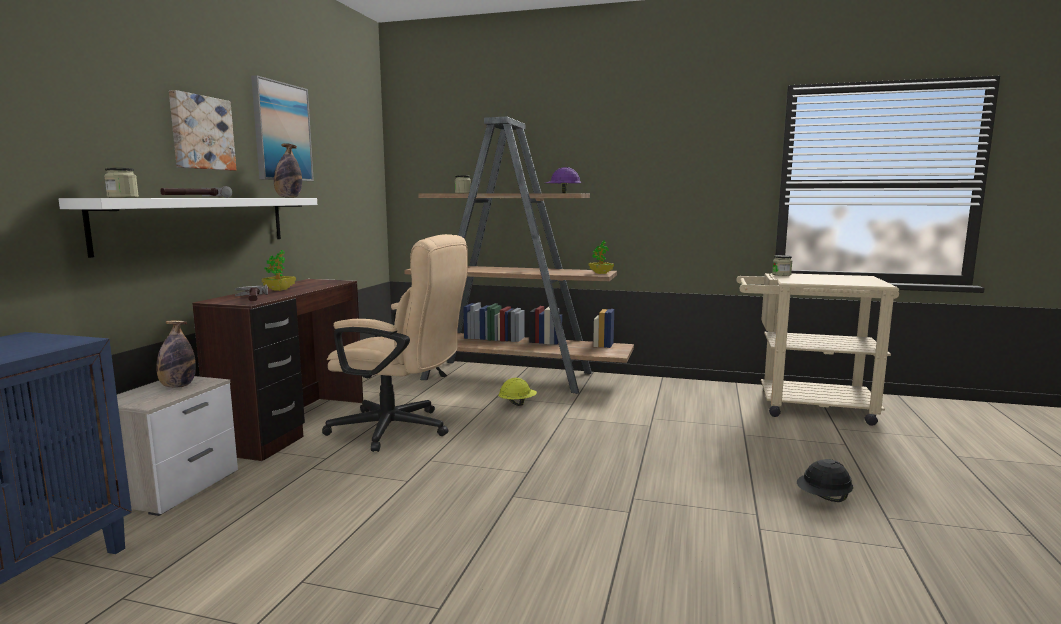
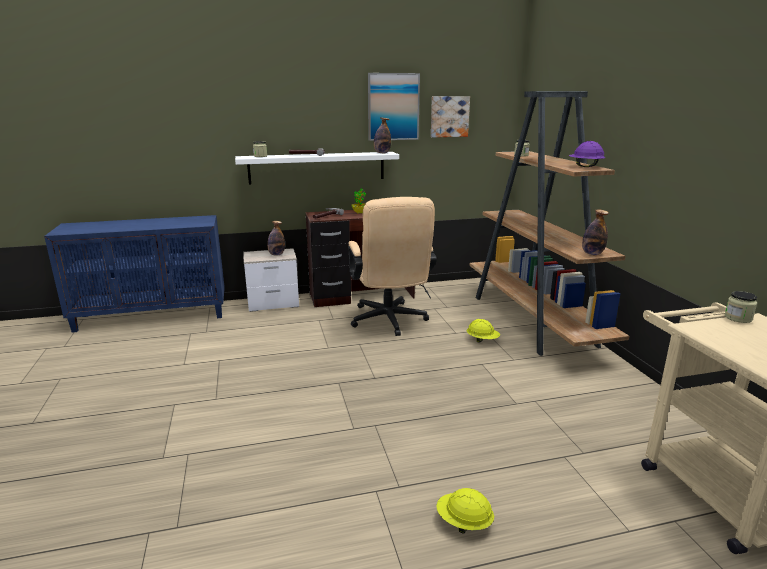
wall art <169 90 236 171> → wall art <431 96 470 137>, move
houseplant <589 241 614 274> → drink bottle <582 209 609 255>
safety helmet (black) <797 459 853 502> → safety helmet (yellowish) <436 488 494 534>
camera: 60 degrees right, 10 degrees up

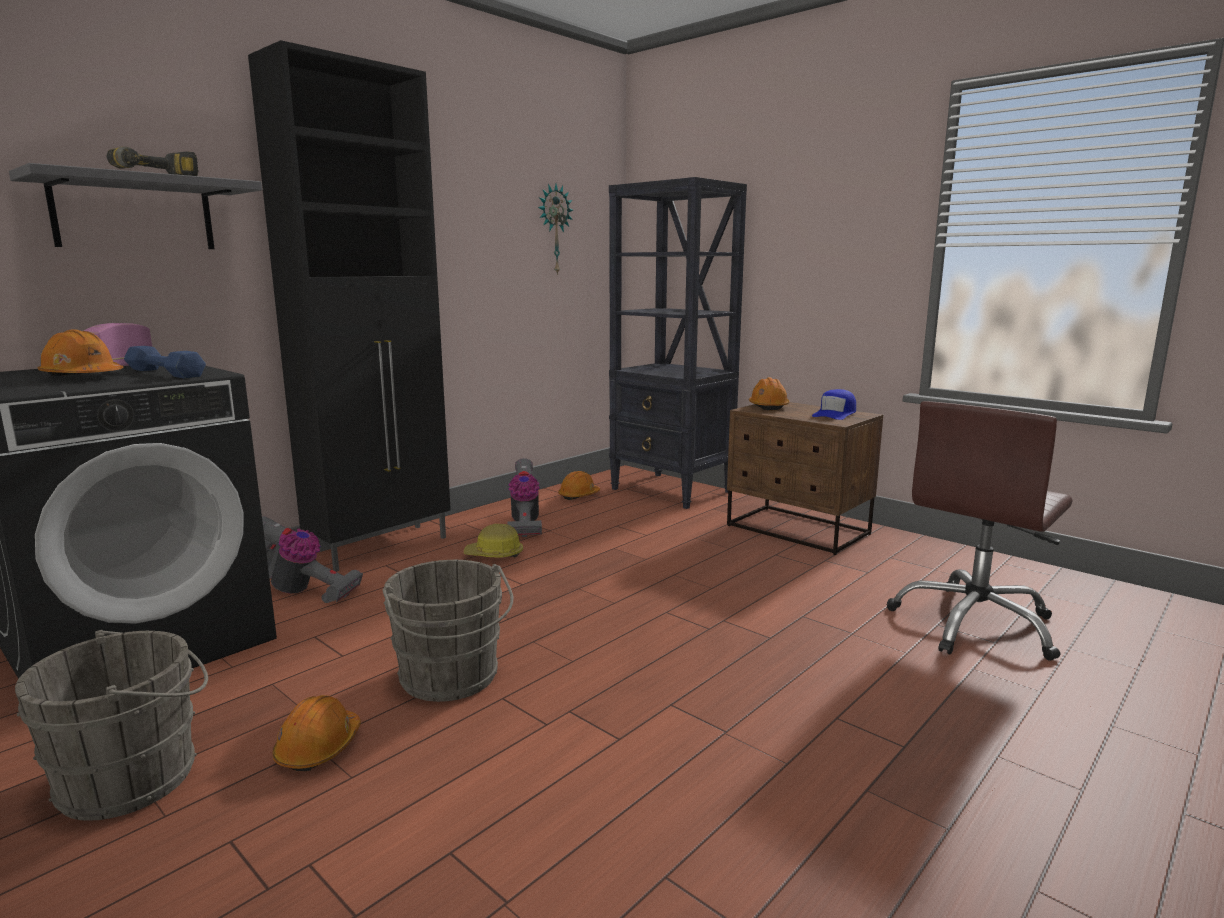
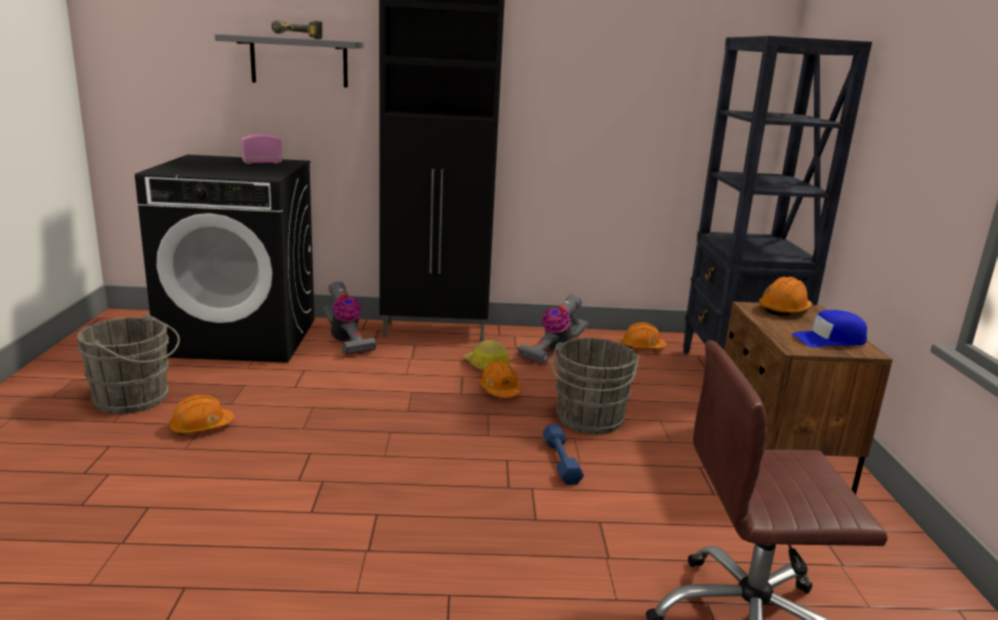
safety helmet (orange-coloured) <38 329 124 376> → safety helmet (orange-coloured) <480 360 521 398>, move
dumbbell (blue-coloured) <124 346 206 379> → dumbbell (blue-coloured) <542 424 584 485>, move
bucket (gray) <382 560 513 702> → bucket (gray) <551 338 639 434>, move
wall clock <538 184 573 275> → -
camera: 45 degrees right, 5 degrees up

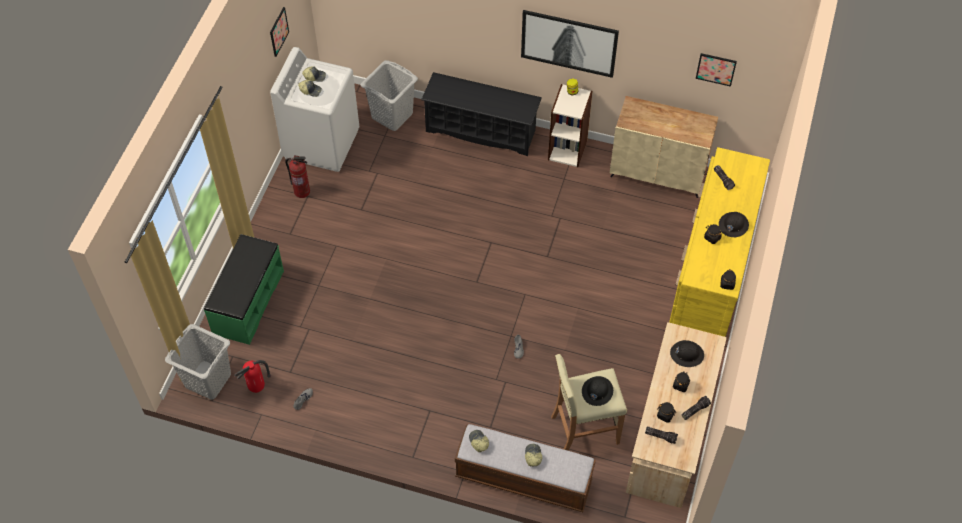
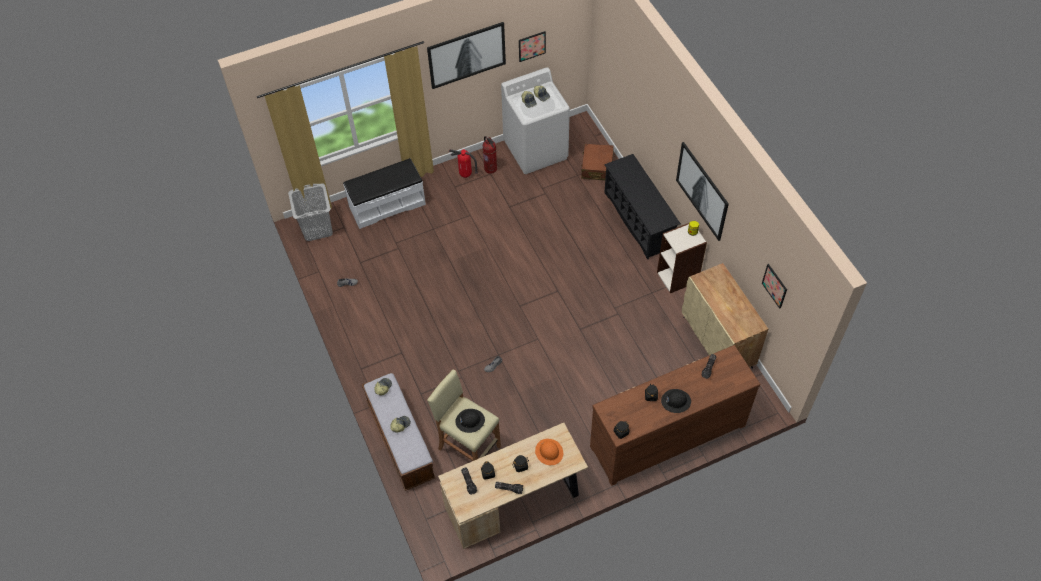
indoor bench (green) <204 234 284 345> → indoor bench (white-coloured) <343 158 426 229>
fire-fighting cylinder <234 360 271 393> → fire-fighting cylinder <449 149 478 178>, move
washing basket (gray) <361 60 418 131> → piece of luggage (brown-coloured) <581 144 614 180>
drawer chest (yellowish) <669 147 770 337> → drawer chest (brown-coloured) <590 345 760 486>
safety helmet (black) <670 340 704 367> → safety helmet (orange-coloured) <535 439 563 465>
- → wall art <427 22 506 89>
camera: 50 degrees right, 0 degrees up

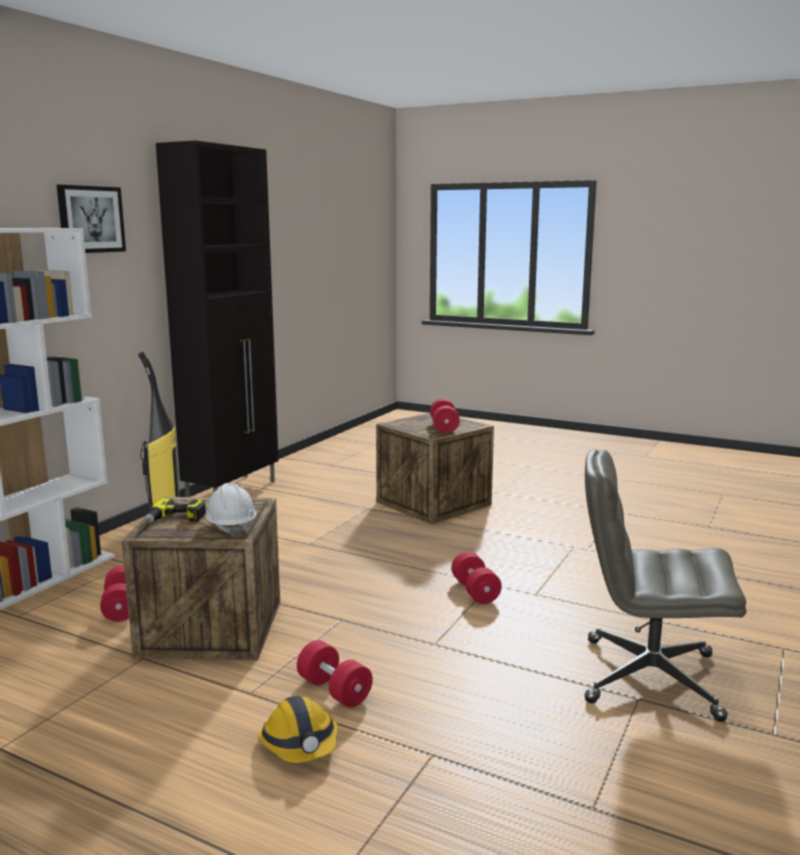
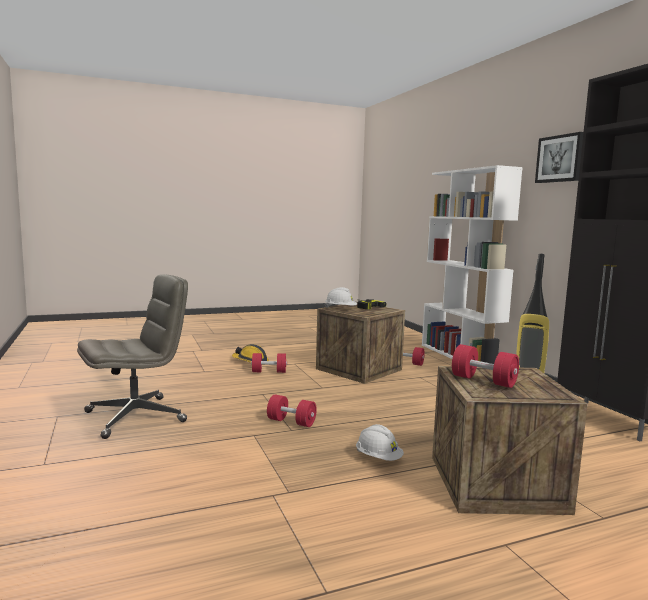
- → safety helmet (white-coloured) <356 424 404 461>
camera: 130 degrees right, 5 degrees down

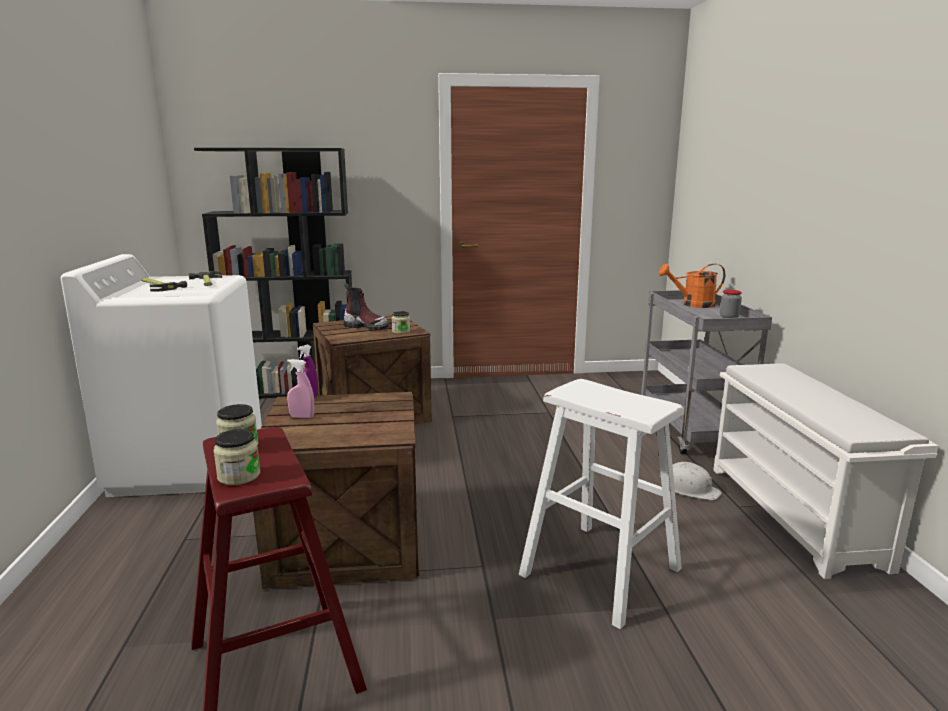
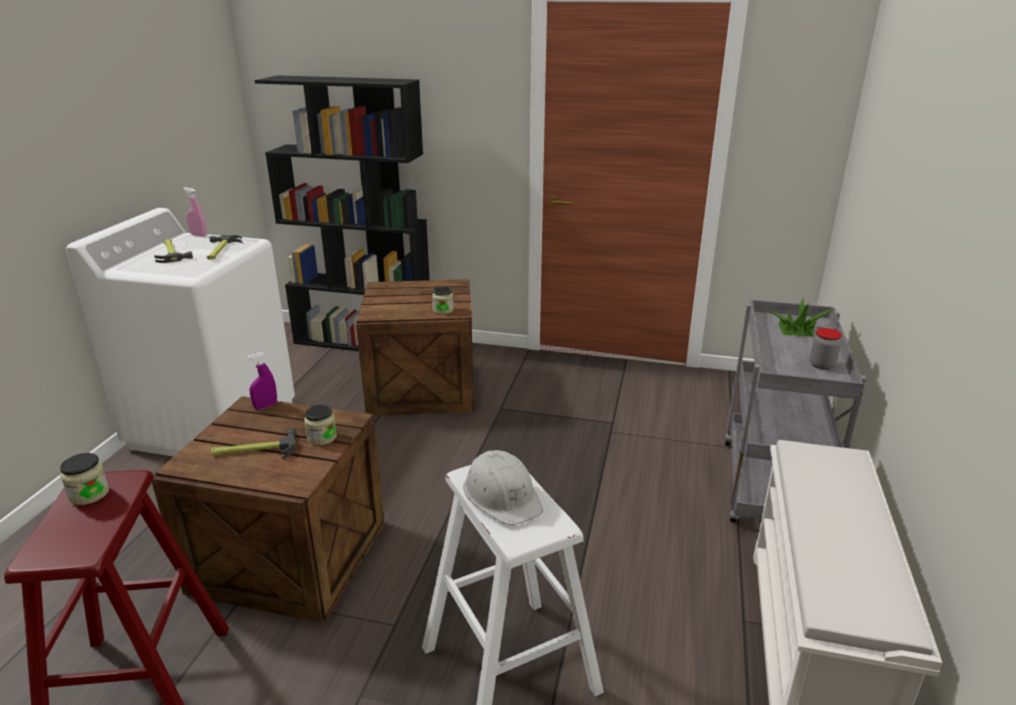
storage jar <213 429 260 485> → storage jar <304 405 337 445>, move
hand sprayer (pink) <287 359 314 418> → hand sprayer (pink) <183 187 206 237>, move
high-top boot <344 284 388 330> → -
sprinkling can (orange-coloured) <659 264 725 308> → houseplant <769 298 836 337>
safety helmet (white-coloured) <659 462 722 500> → safety helmet (white-coloured) <464 450 543 525>, move
- → hand hammer <211 428 296 459>
camera: 20 degrees right, 10 degrees up

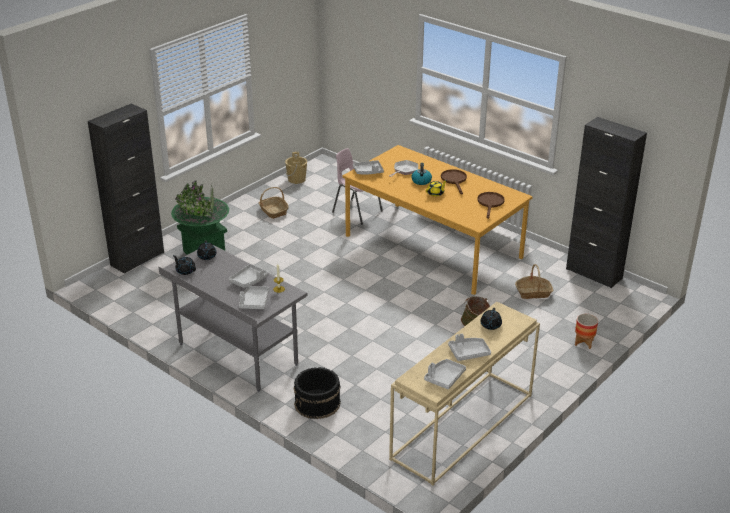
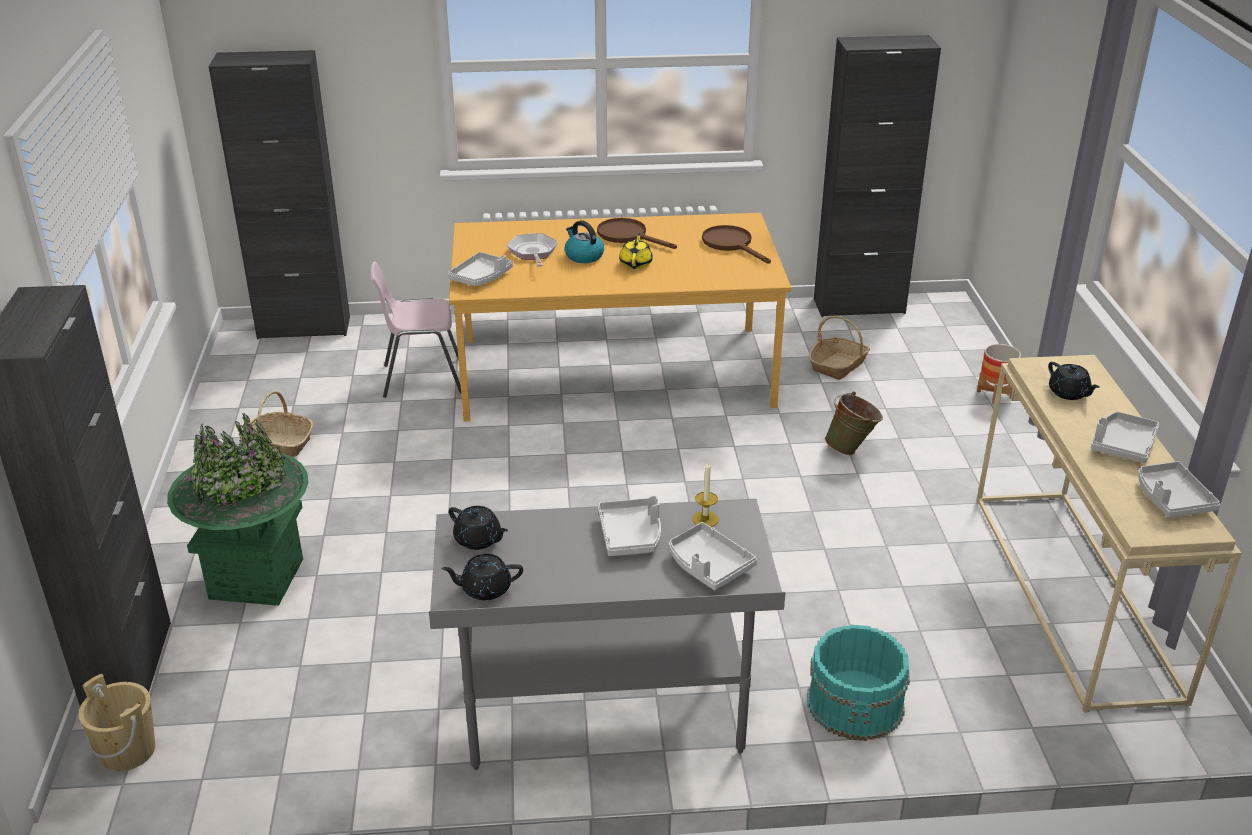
bucket (beige) <285 152 307 184> → bucket (beige) <78 674 155 771>, move
bucket (black) <294 367 341 419> → bucket (turquoise) <807 625 910 741>
- → cabinet (black) <209 50 350 339>
camera: 45 degrees left, 0 degrees up

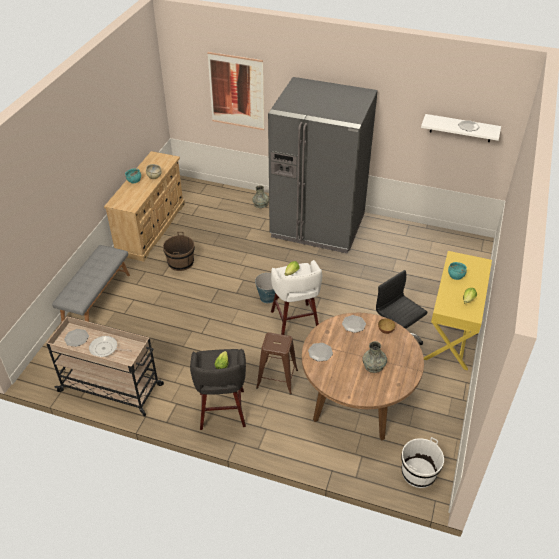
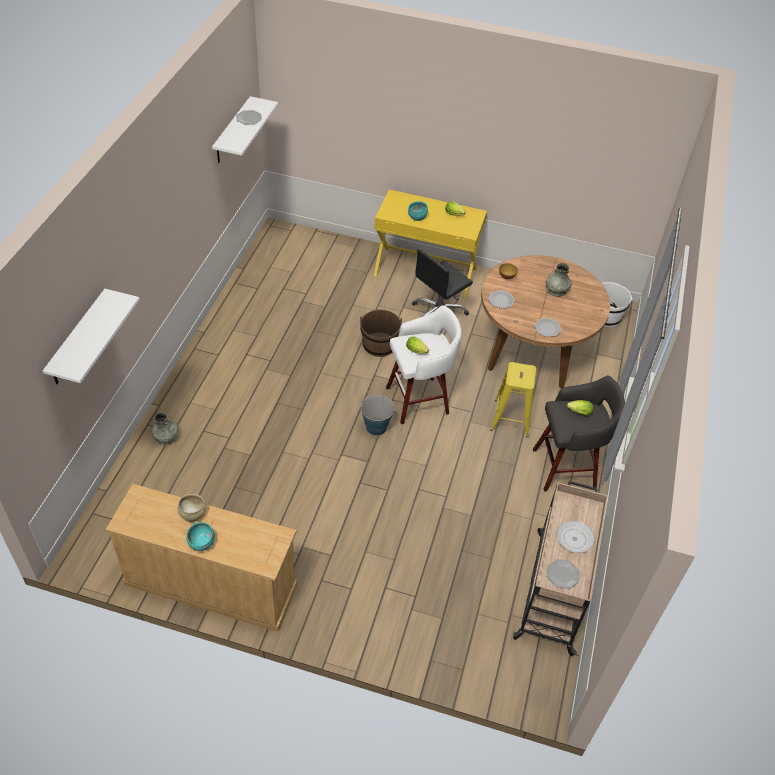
indoor bench (gray) <52 245 130 322> → -
bucket (brown-coloured) <163 232 195 271> → bucket (brown-coloured) <360 309 402 357>, move
wall art <207 52 264 130> → wall shelf (white-coloured) <43 289 140 384>
stool (brown-coloured) <256 332 298 395> → stool (yellowish) <490 362 537 437>
kitchen fridge (gray) <268 77 378 254> → -
camera: 95 degrees left, 5 degrees up

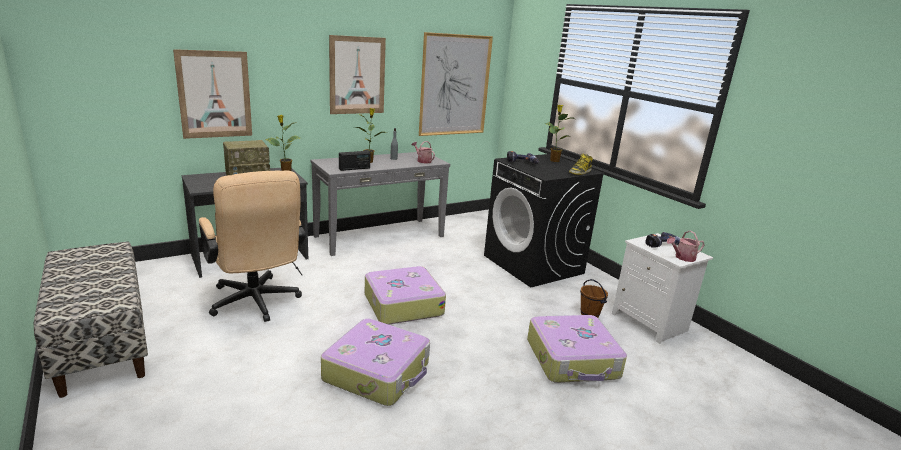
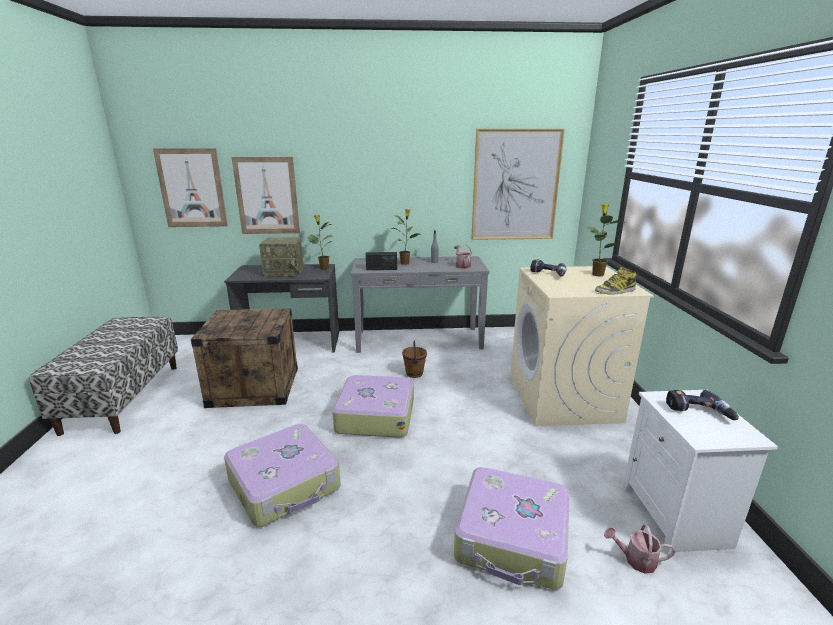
computer chair (beige) <199 170 306 322> → crate <191 308 298 408>
wall art <329 35 386 114> → wall art <153 148 228 227>, move
washing machine (black) <484 154 605 288> → washing machine (beige) <510 266 654 426>
bucket (brown-coloured) <580 279 608 318> → bucket (brown-coloured) <402 341 427 378>, move
sprinkling can <666 230 705 262> → sprinkling can <604 524 676 574>, move
camera: 30 degrees right, 0 degrees up

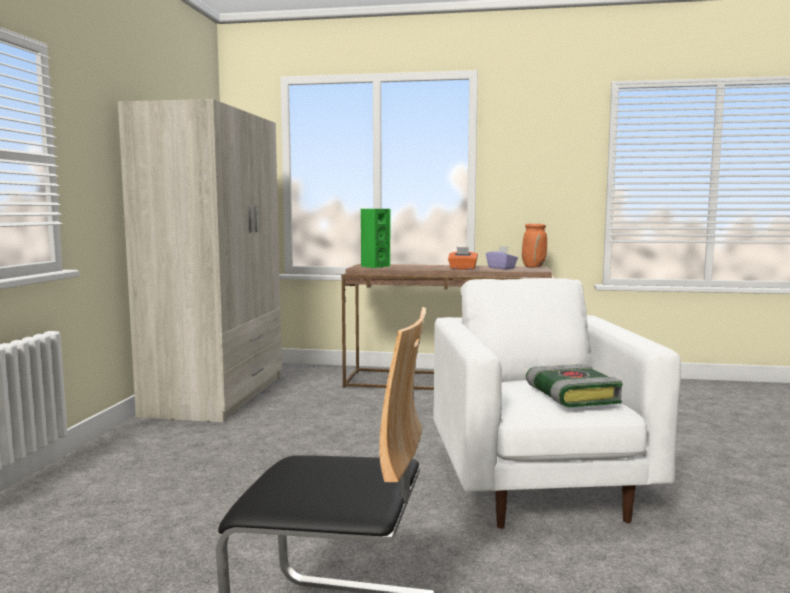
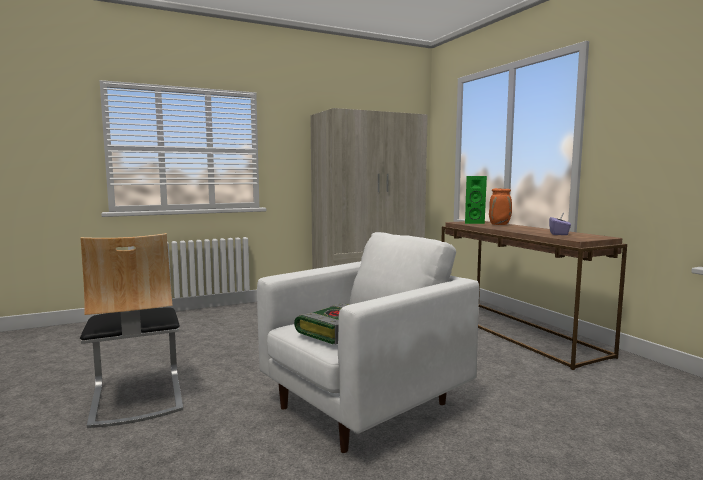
tissue holder (orange-coloured) <448 247 478 270> → -
decorative vase (orange-coloured) <522 224 547 268> → decorative vase (orange-coloured) <489 188 512 225>, move
camera: 55 degrees right, 0 degrees up

